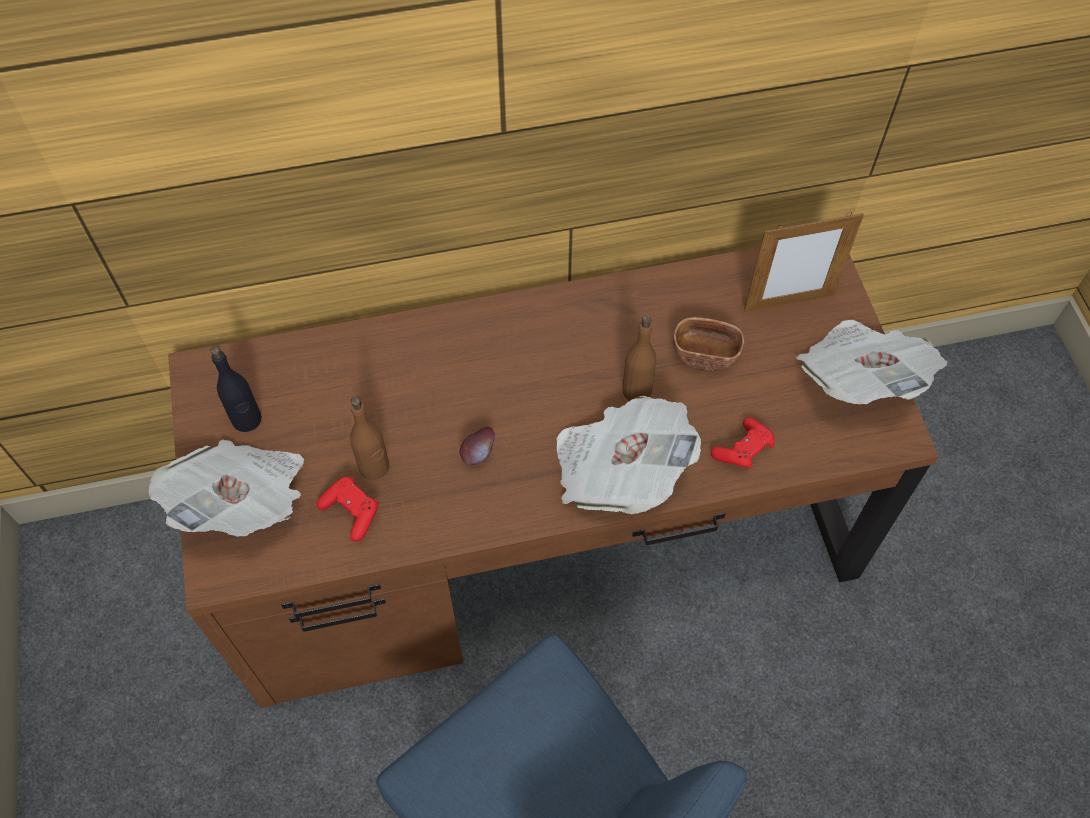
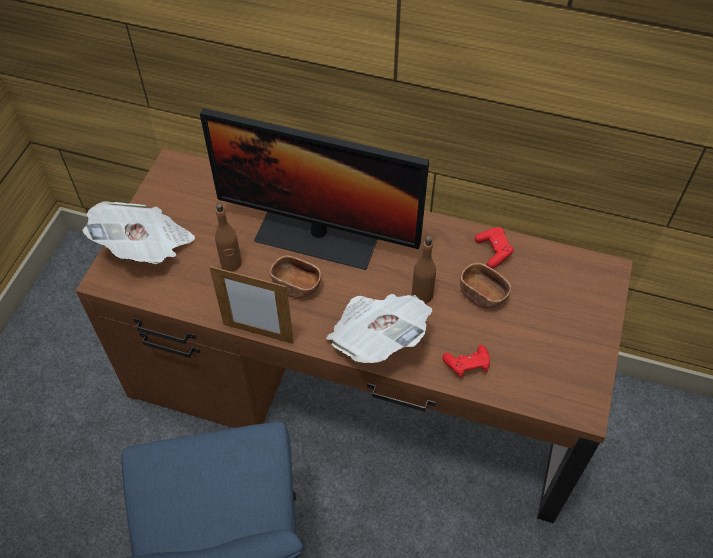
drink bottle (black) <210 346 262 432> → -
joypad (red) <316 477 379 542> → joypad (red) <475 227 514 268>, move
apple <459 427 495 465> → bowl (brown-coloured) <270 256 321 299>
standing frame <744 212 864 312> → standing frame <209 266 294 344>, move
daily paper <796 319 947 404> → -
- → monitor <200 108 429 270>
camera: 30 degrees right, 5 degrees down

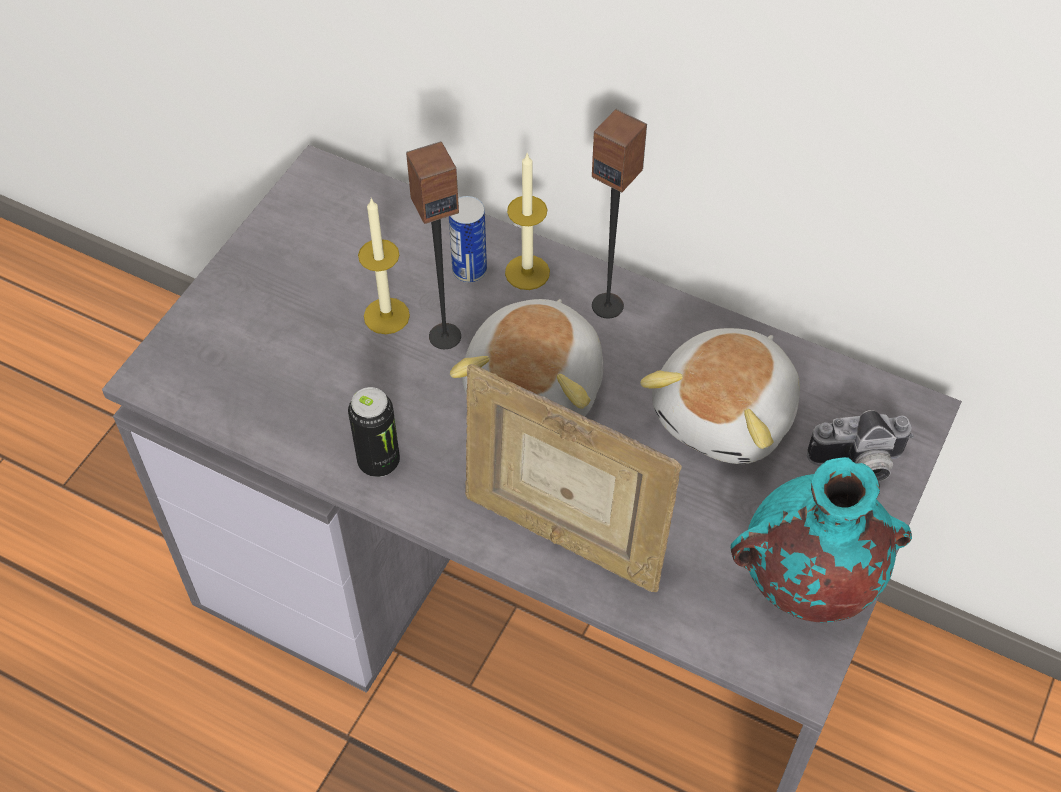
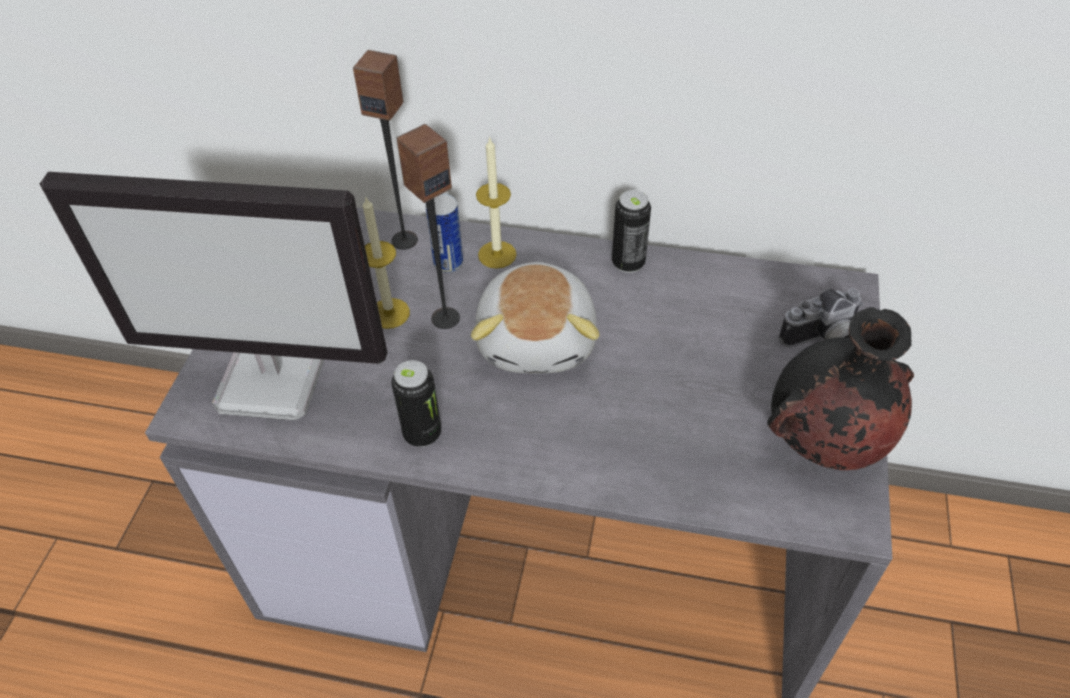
standing frame <465 364 682 592> → -
speaker <592 109 647 318> → speaker <353 50 418 250>, move
soft toy <640 328 800 464> → -
decorative vase (turquoise) <731 457 912 622> → decorative vase (black) <767 307 914 470>
- → monitor <40 172 387 421>
- → metal can <612 190 651 273>
camera: 15 degrees left, 5 degrees down

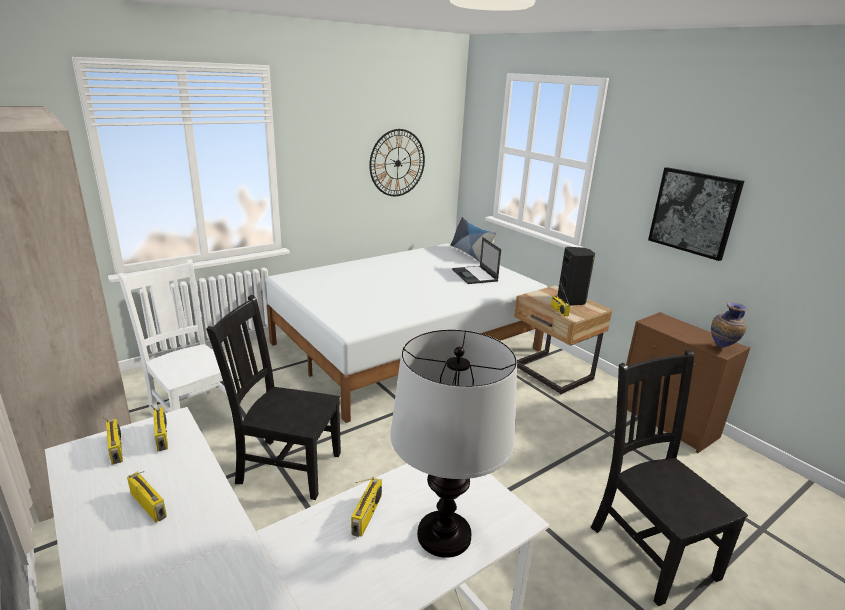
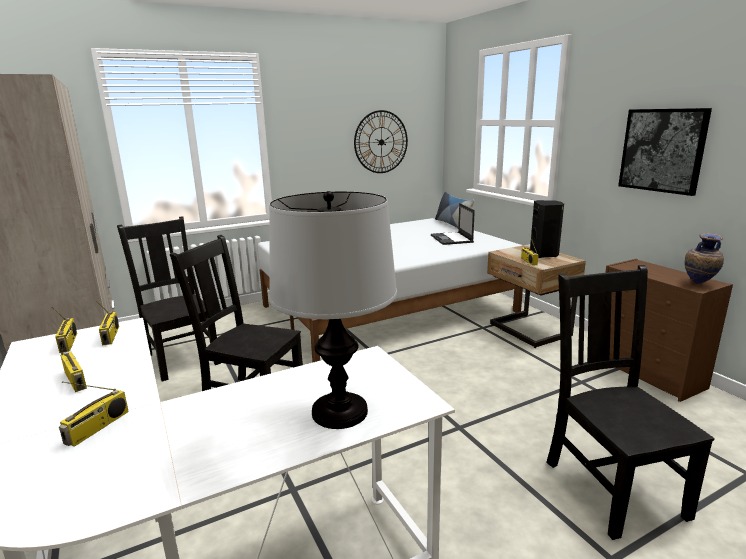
chair (white-coloured) <118 259 237 421> → chair (black) <117 216 221 382>
radio set <351 477 382 537> → radio set <59 381 129 447>, move
camera: 10 degrees right, 5 degrees down

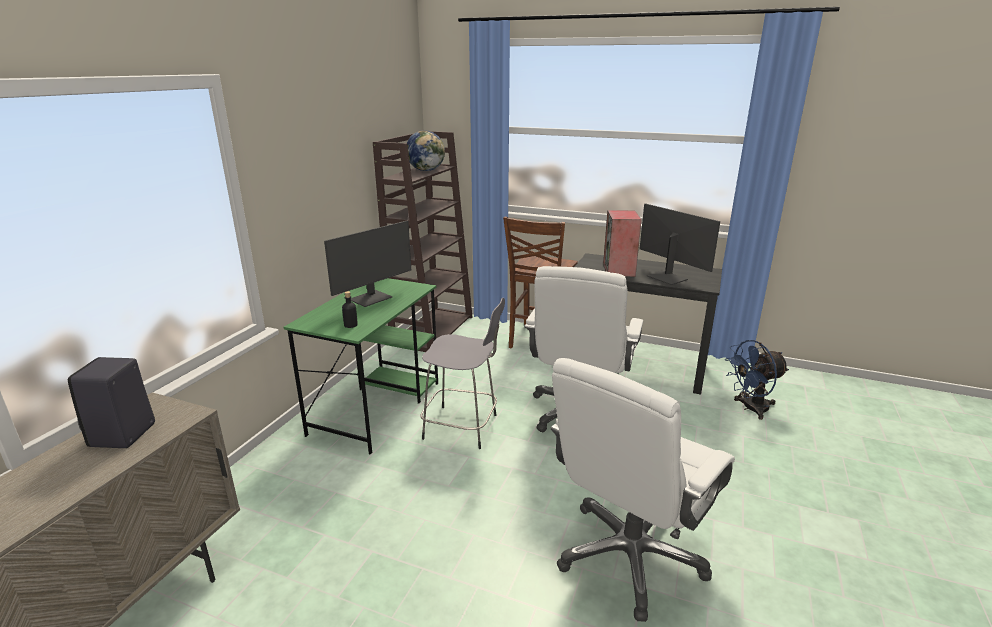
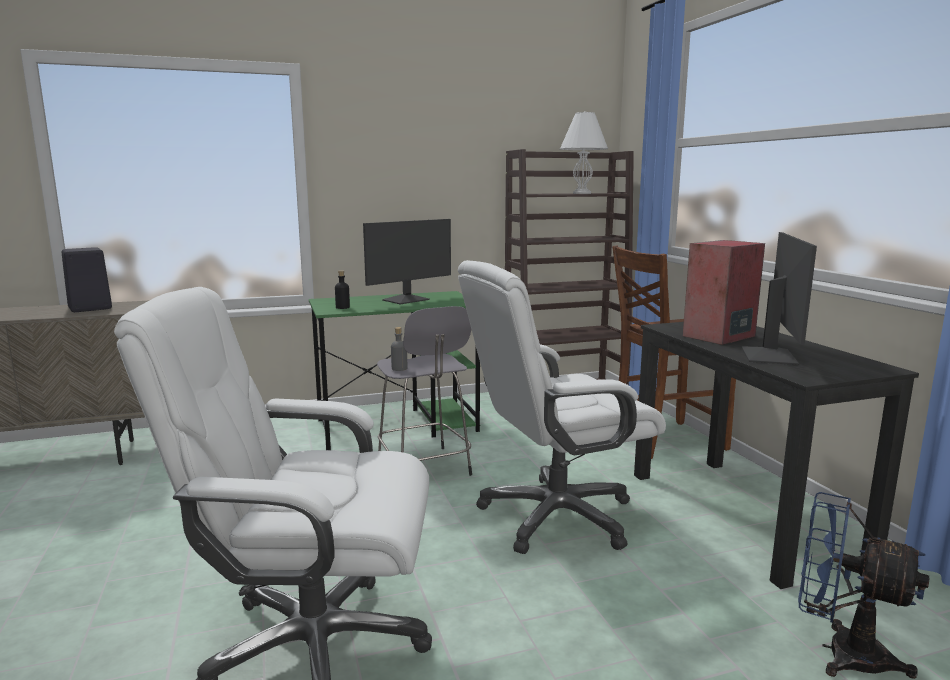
monitor <324 221 411 307> → monitor <363 219 451 304>, 45 degrees counterclockwise
desk globe <407 130 445 171> → lamp for a table (white-coloured) <560 111 608 194>
- → drink bottle (gray) <391 327 407 371>
camera: 50 degrees right, 10 degrees down

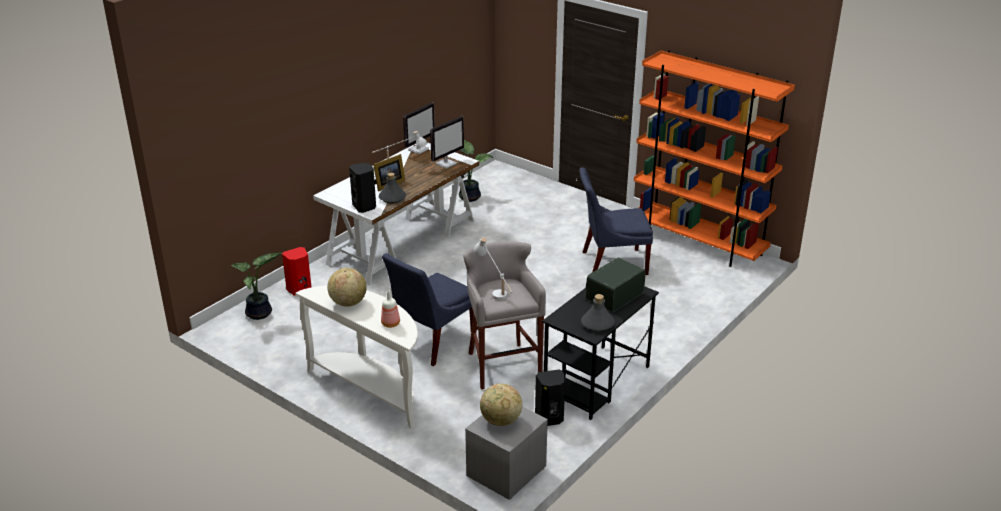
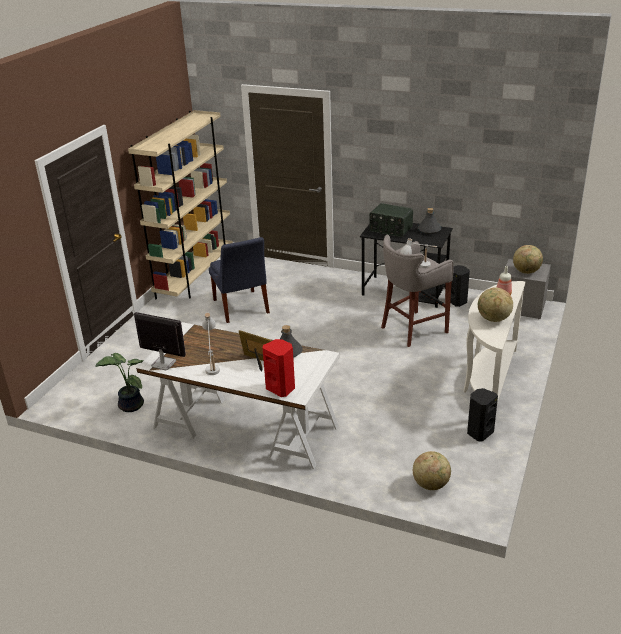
houseplant <231 253 282 320> → desk globe <413 451 451 490>
speaker (red) <282 247 311 296> → speaker (red) <263 339 295 397>, move
speaker (black) <349 163 376 213> → speaker (black) <467 388 498 441>, move
chair (blue-coloured) <382 254 473 366> → -
monitor <430 116 464 169> → -
bookshelf (orange-coloured) <634 50 795 267> → bookshelf (beige) <128 110 233 299>
camera: 105 degrees left, 0 degrees up

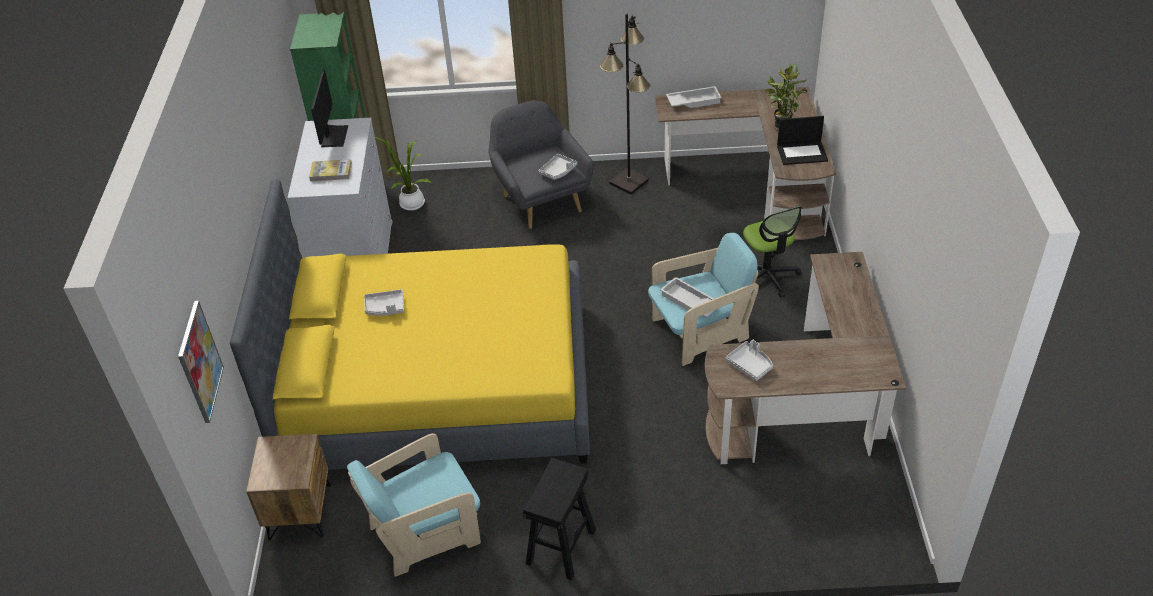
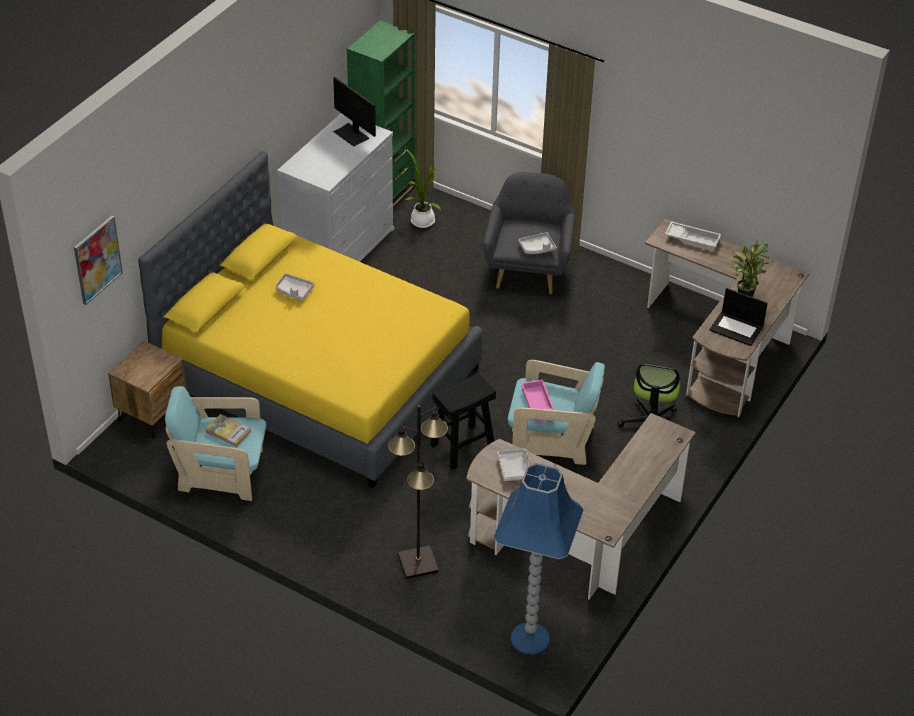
book <309 159 352 181> → book <206 414 251 447>, move
monitor <311 69 348 147> → monitor <333 77 376 147>, 105 degrees clockwise
stool (black) <523 458 596 580> → stool (black) <430 372 496 470>, move
standard lamp (black) <600 14 650 195> → standard lamp (black) <388 405 448 579>, move
carrying tray (white-coloured) <660 277 715 317> → carrying tray (pink) <521 379 555 423>
- → standard lamp (blue-coloured) <493 463 584 655>
camera: 30 degrees right, 0 degrees up

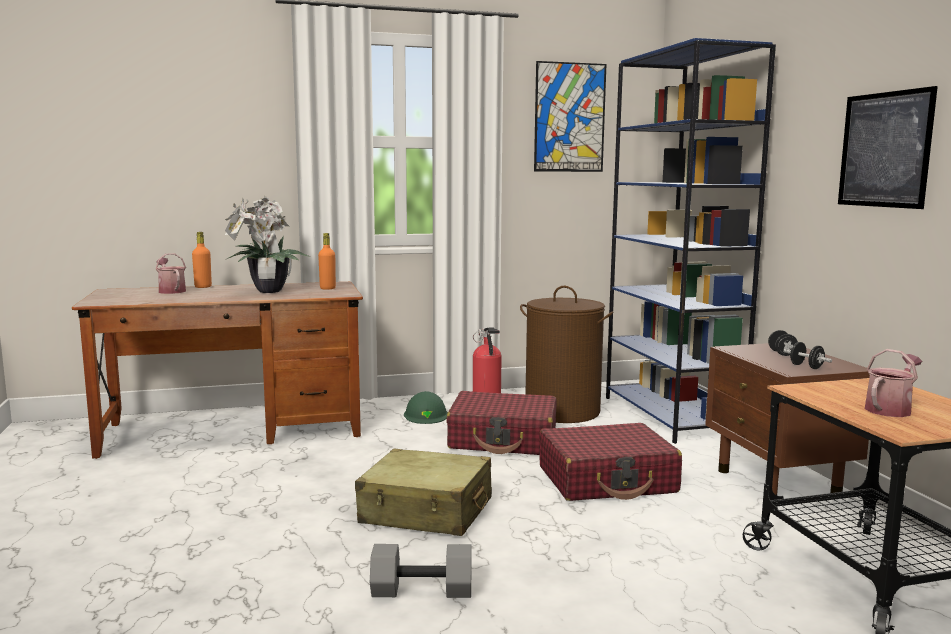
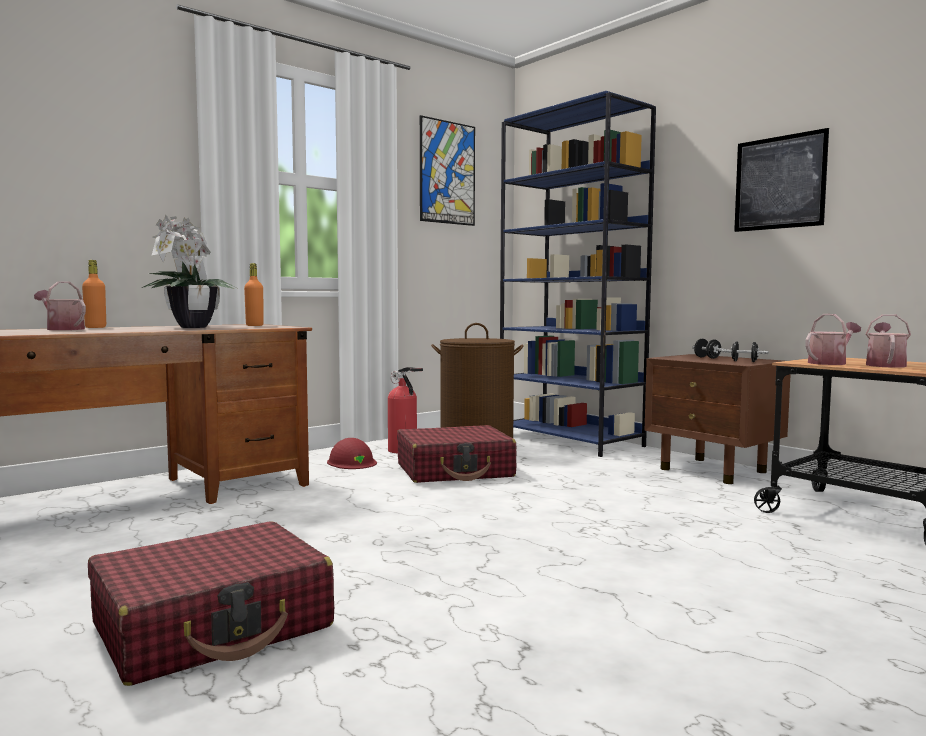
piece of luggage (beige) <355 448 492 536> → -
dumbbell (gray) <370 544 472 598> → -
safety helmet (green) <404 391 448 424> → safety helmet (red) <327 438 377 469>
piece of luggage (red) <539 423 682 501> → piece of luggage (red) <88 521 334 686>, move
- → sprinkling can <805 314 861 365>
camera: 25 degrees left, 5 degrees down

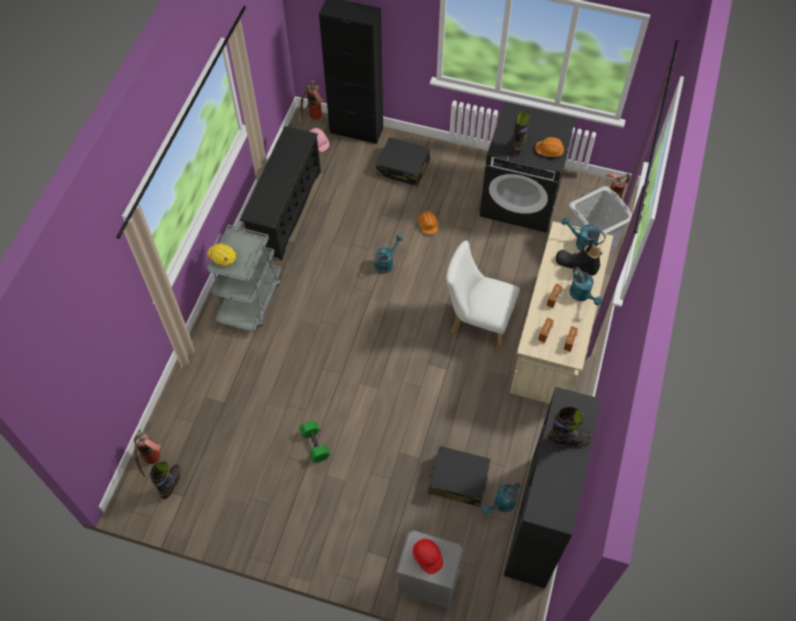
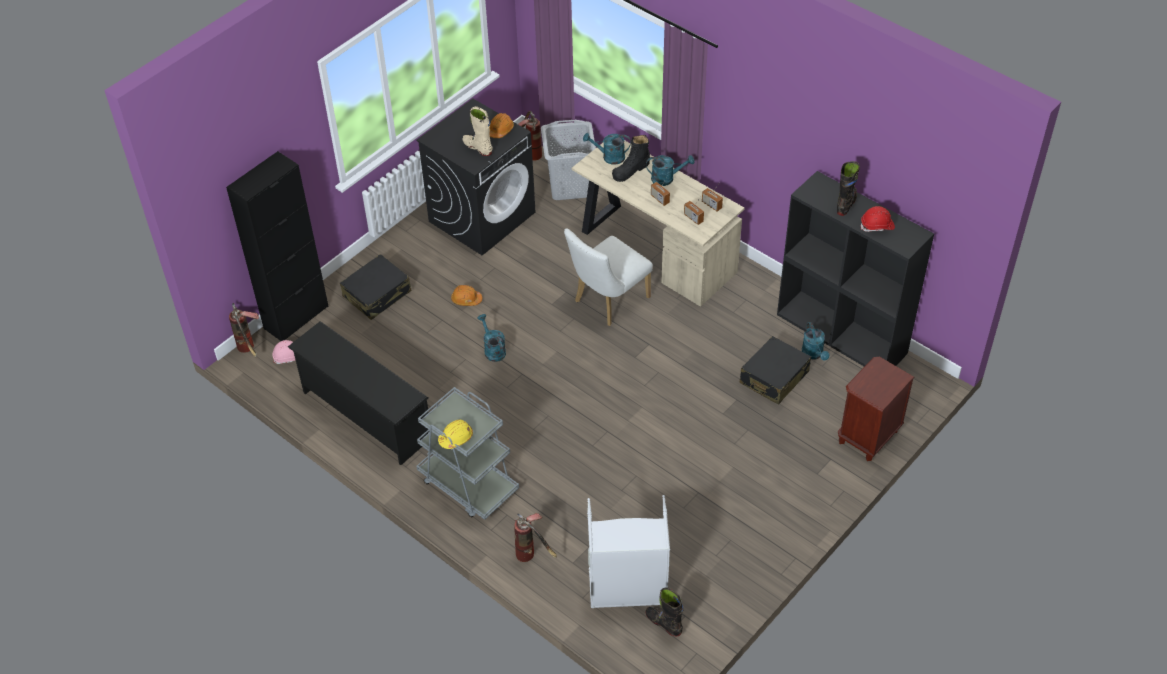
fire-fighting cylinder <134 430 161 481> → fire-fighting cylinder <514 513 557 562>, move
dumbbell (green) <299 420 330 463> → -
night table (gray) <396 530 464 608> → night table (brown-coloured) <838 357 914 461>
safety helmet (red) <412 539 443 574> → safety helmet (red) <861 206 895 232>, move
high-top boot (black) <512 110 531 155> → high-top boot (beige) <463 106 493 156>
sprinkling can (turquoise) <562 217 606 251> → sprinkling can (turquoise) <583 133 631 165>, 45 degrees clockwise
- → washing basket (gray) <587 495 670 608>
camera: 65 degrees left, 10 degrees down

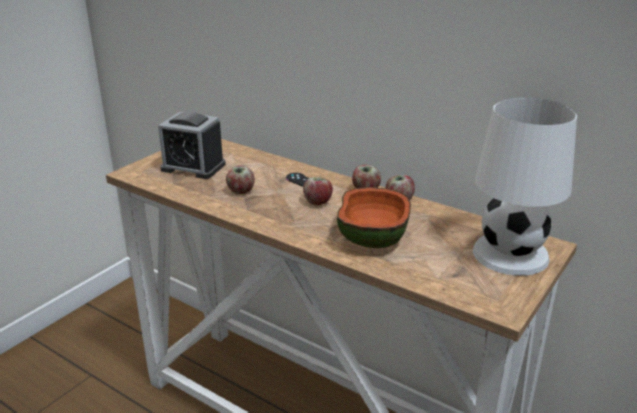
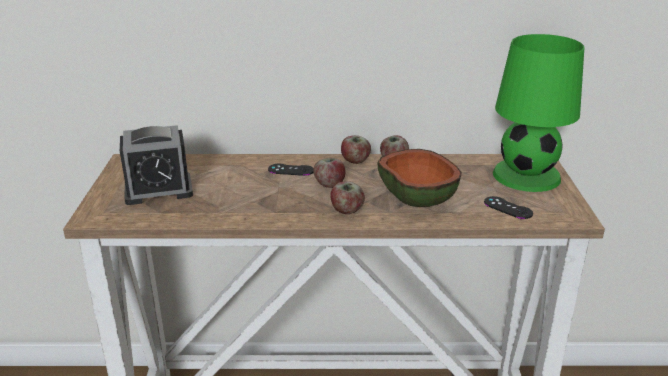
apple <226 165 255 194> → apple <330 181 365 214>, move
lamp for a table (white-coloured) <473 98 577 276> → lamp for a table (green) <493 34 585 192>
- → joypad (black) <484 196 533 219>
camera: 35 degrees left, 0 degrees up

